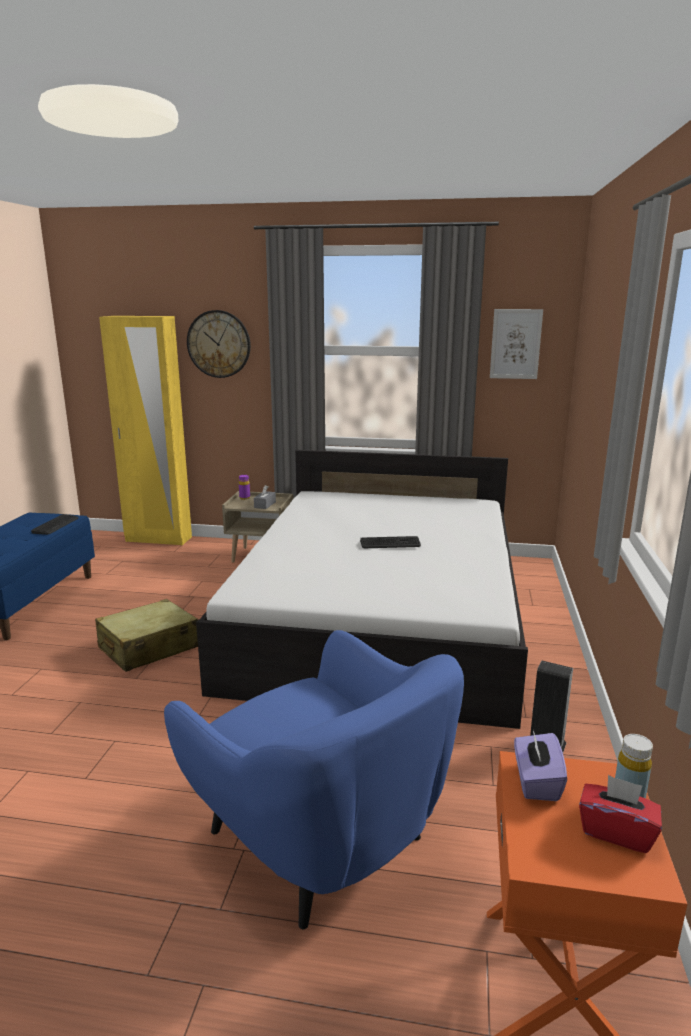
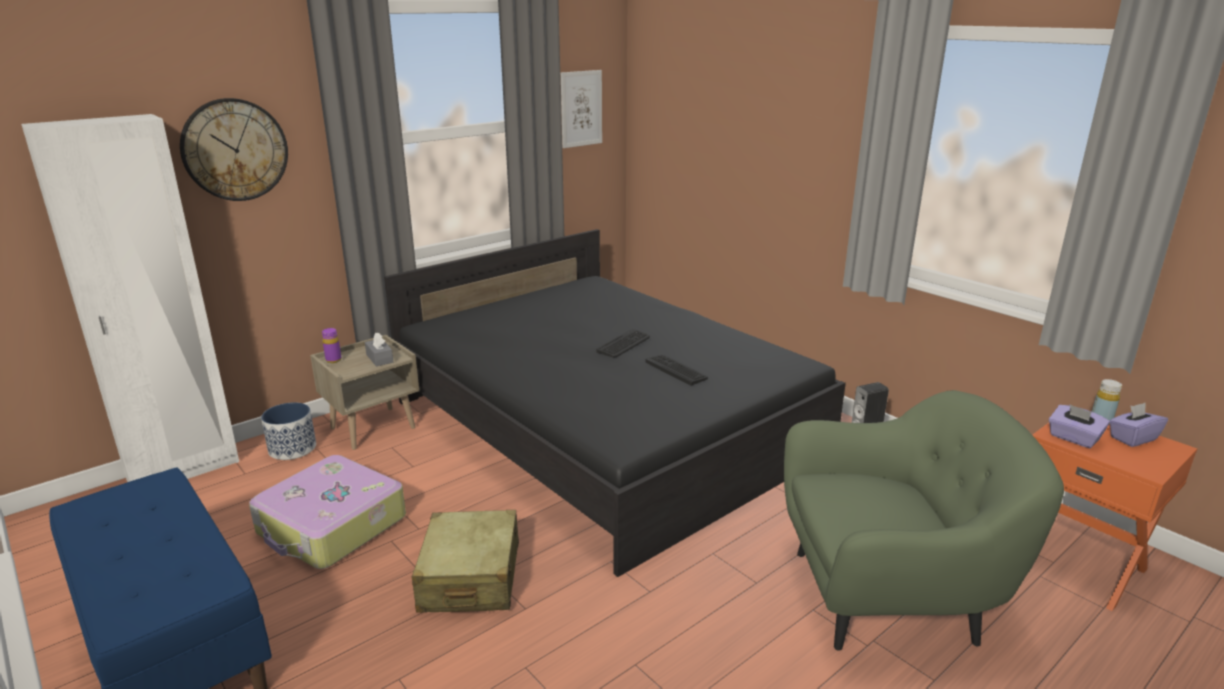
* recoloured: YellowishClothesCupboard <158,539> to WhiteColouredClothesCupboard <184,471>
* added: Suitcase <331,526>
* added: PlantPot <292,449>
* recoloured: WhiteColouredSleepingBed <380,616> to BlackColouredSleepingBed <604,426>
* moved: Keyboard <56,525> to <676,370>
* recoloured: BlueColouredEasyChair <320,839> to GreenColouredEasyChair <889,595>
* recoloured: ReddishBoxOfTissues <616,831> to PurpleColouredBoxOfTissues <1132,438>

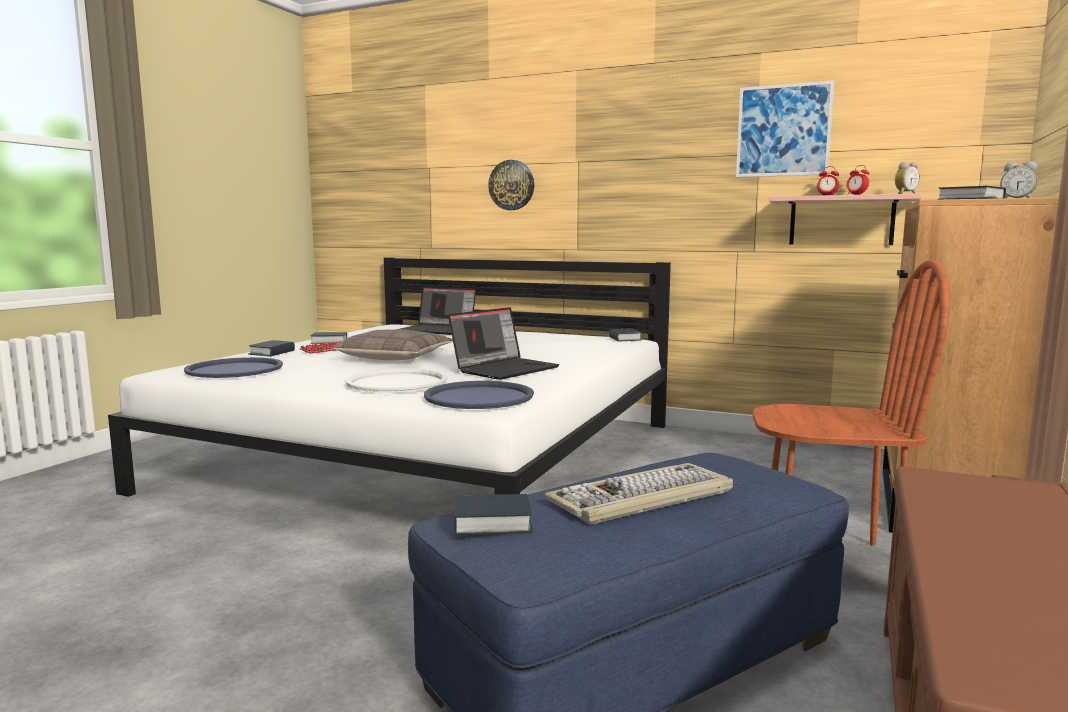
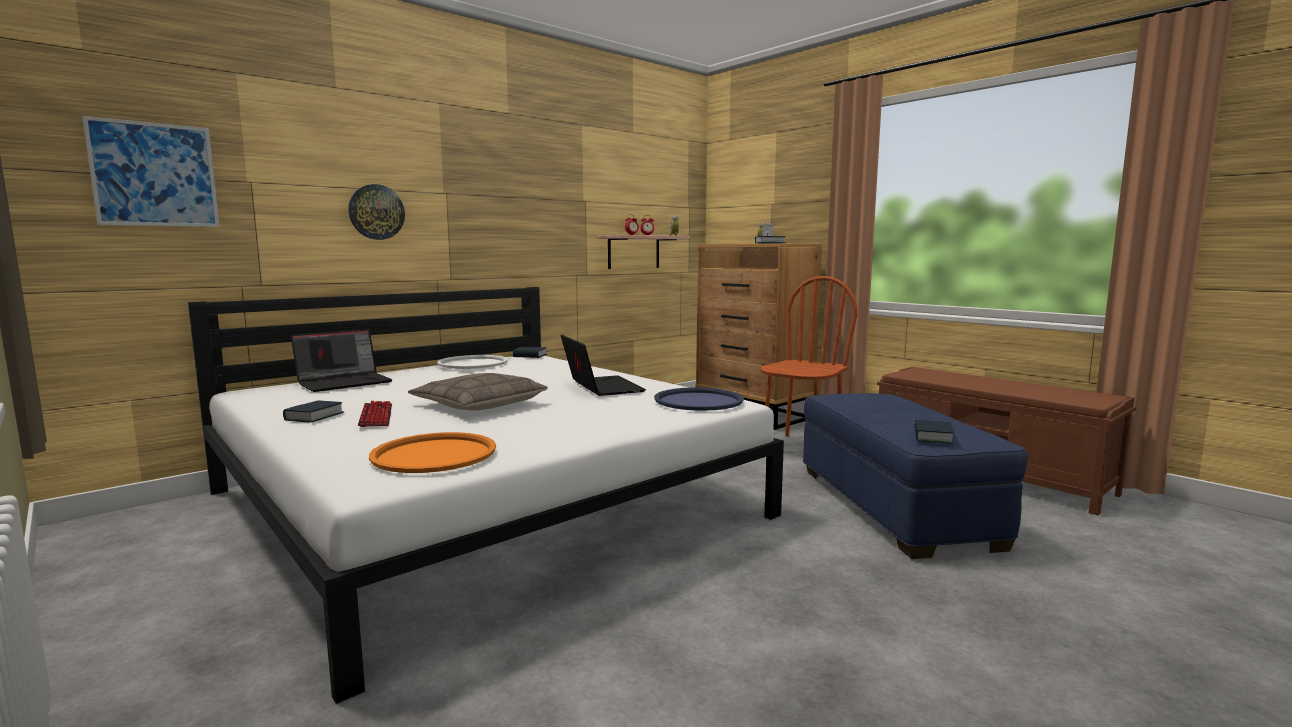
* moved: Picture <783,130> to <154,174>
* recoloured: BlueColouredTray <234,369> to OrangeTray <434,454>
* moved: WhiteColouredTray <397,382> to <472,363>
* removed: Volume <272,353>
* removed: Keyboard <641,498>

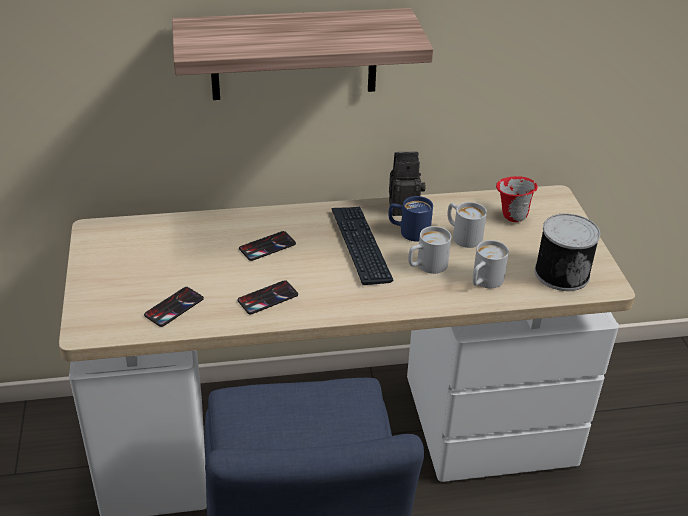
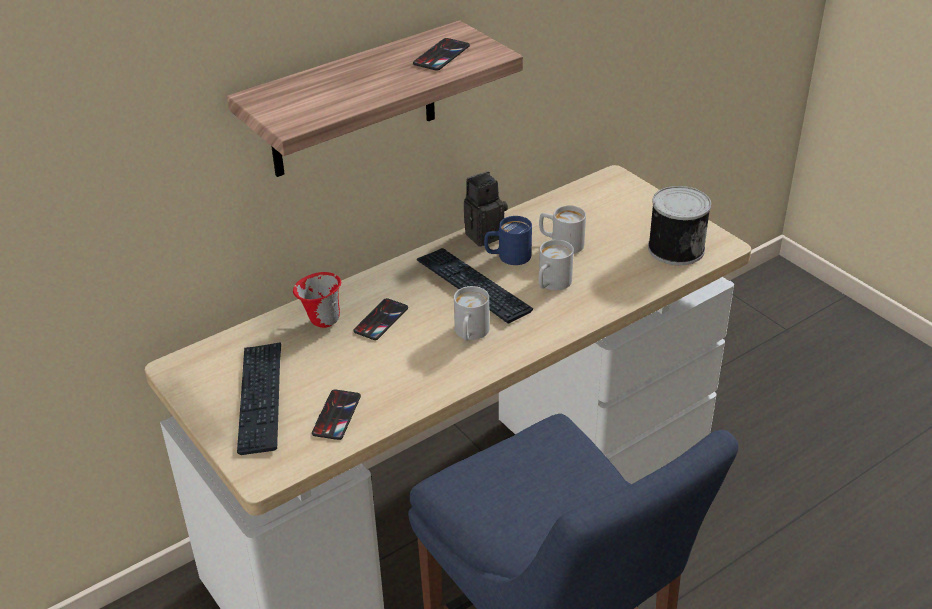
* added: Keyboard <260,398>
* moved: ReddishCoffeeMug <511,217> to <321,321>
* moved: Phone <267,298> to <441,55>
* moved: WhiteColouredCoffeeMug <484,282> to <470,334>

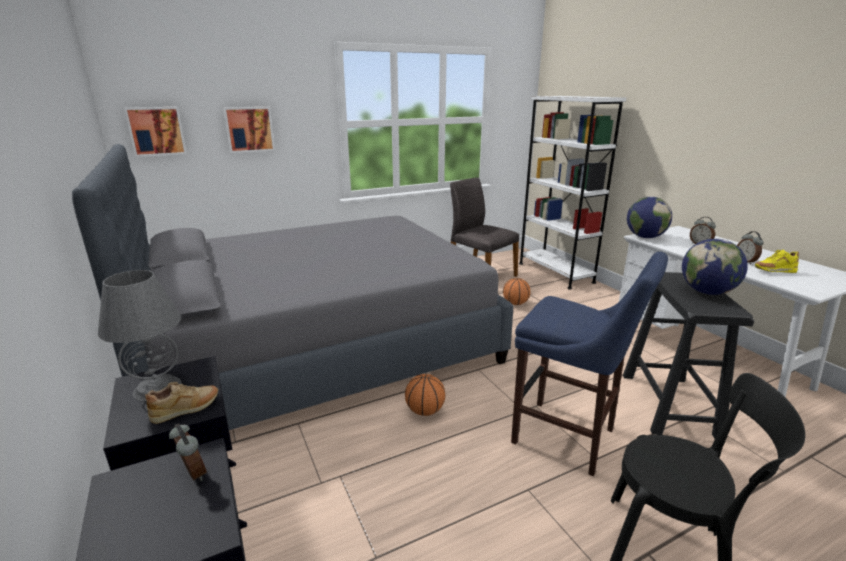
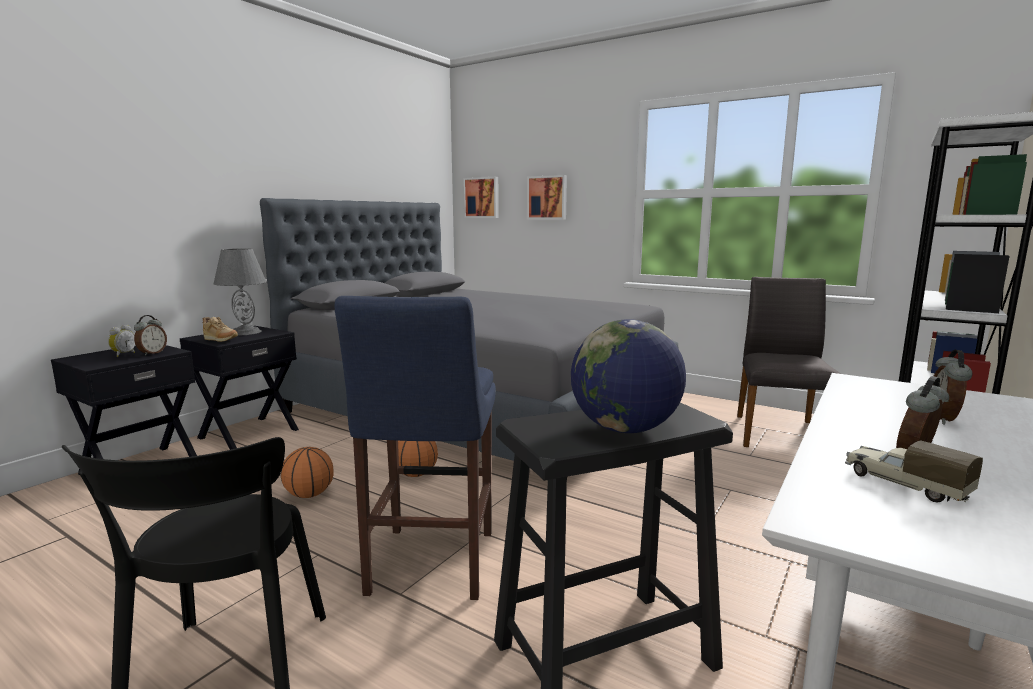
* added: BedsideClock <123,354>
* moved: Basketball <515,303> to <309,495>
* replaced: YellowishLowShoe <773,271> to ToyLorry <903,484>
* removed: Globe <645,237>

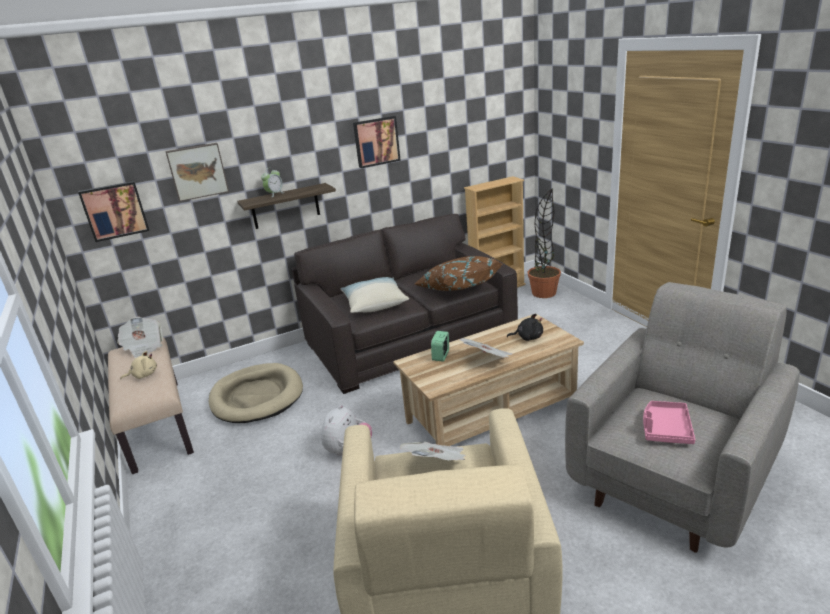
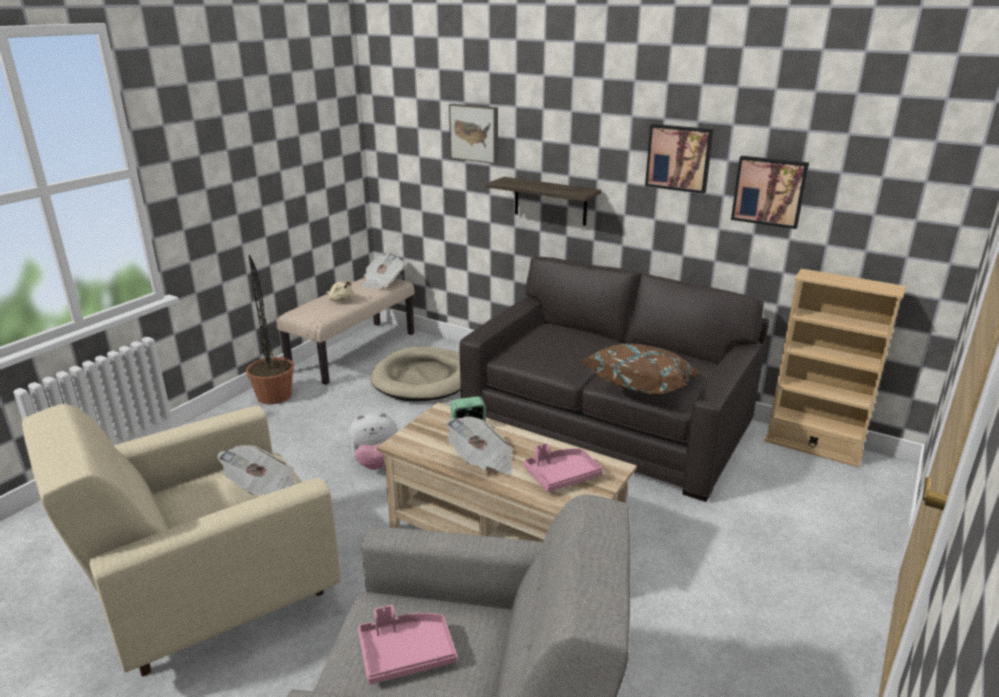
* moved: PlantInAPot <544,293> to <274,396>
* replaced: BlackColouredSoftToy <528,337> to PinkColouredTray <561,476>
* moved: Picture <114,210> to <769,191>
* removed: BedsideClock <274,194>
* removed: ThrowPillow <374,304>

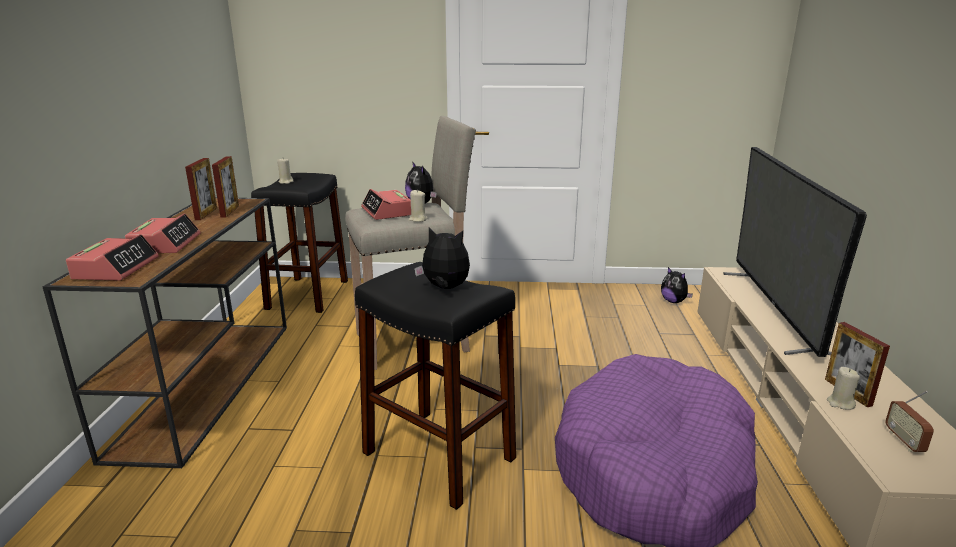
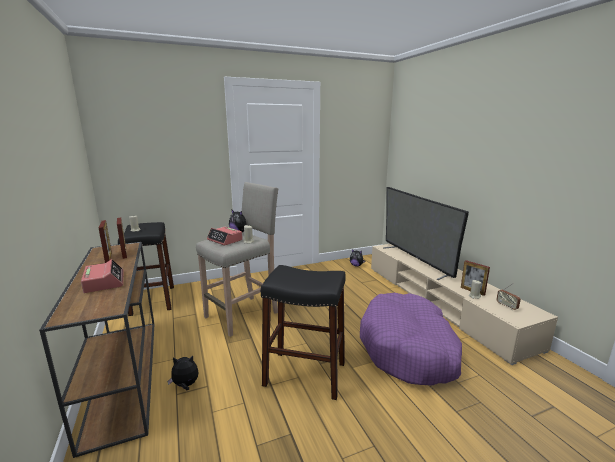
* moved: SoftToy <445,288> to <185,385>
* removed: BedsideClock <116,268>

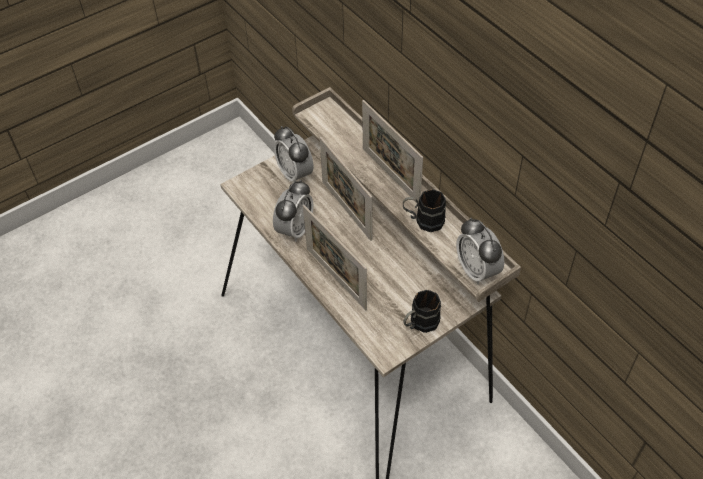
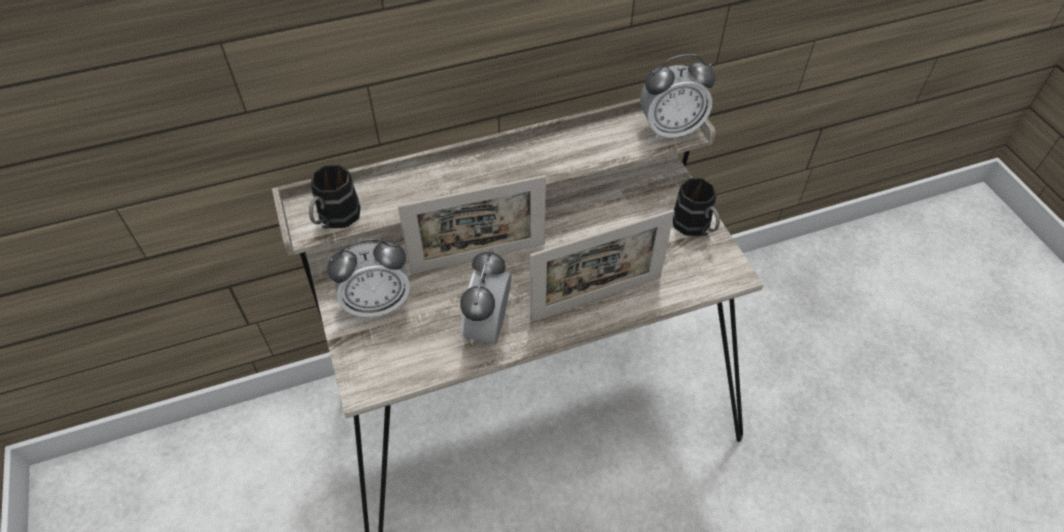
* moved: BlackColouredCoffeeMug <423,221> to <335,220>
* turned: BedsideClock <295,229> = <488,327> 120 degrees counterclockwise
* removed: PictureFrame <390,175>

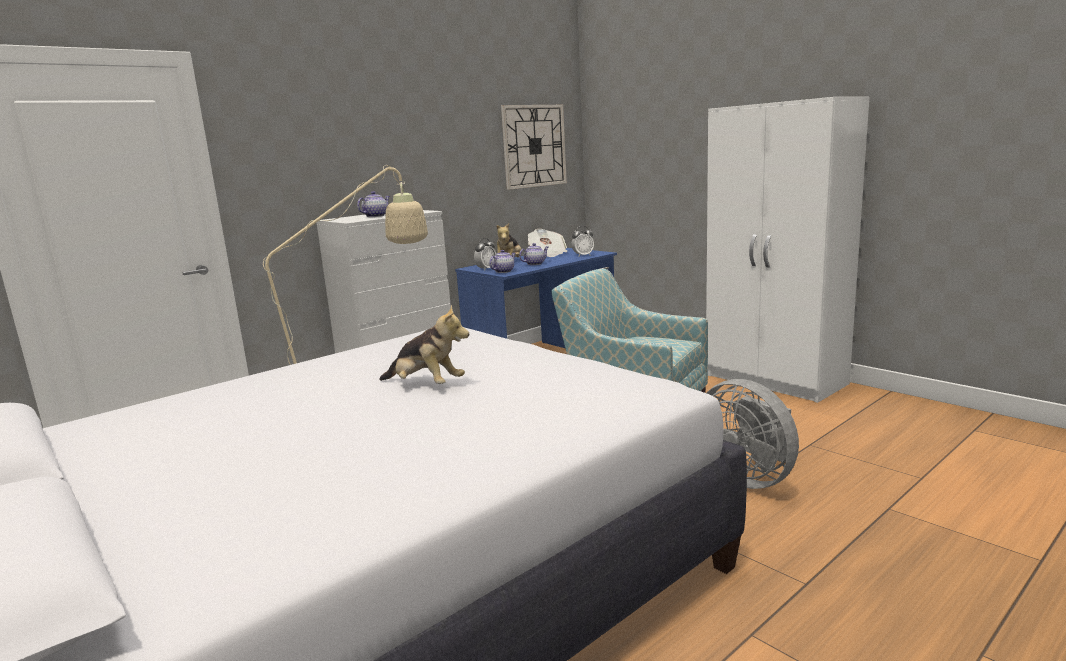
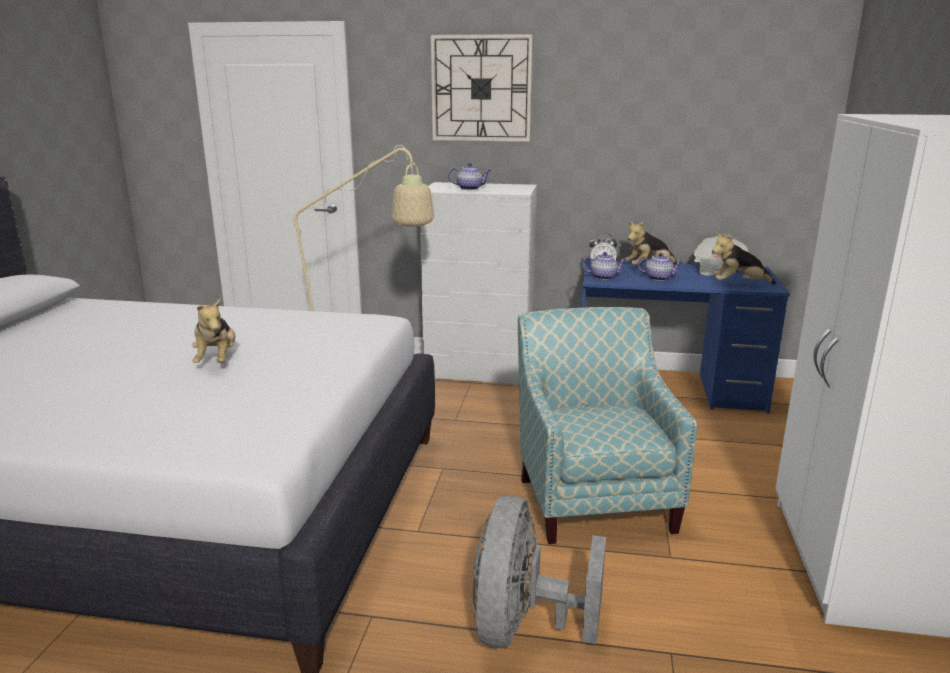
* moved: HangingClock <534,146> to <481,88>
* replaced: BedsideClock <583,255> to SoftToy <738,284>

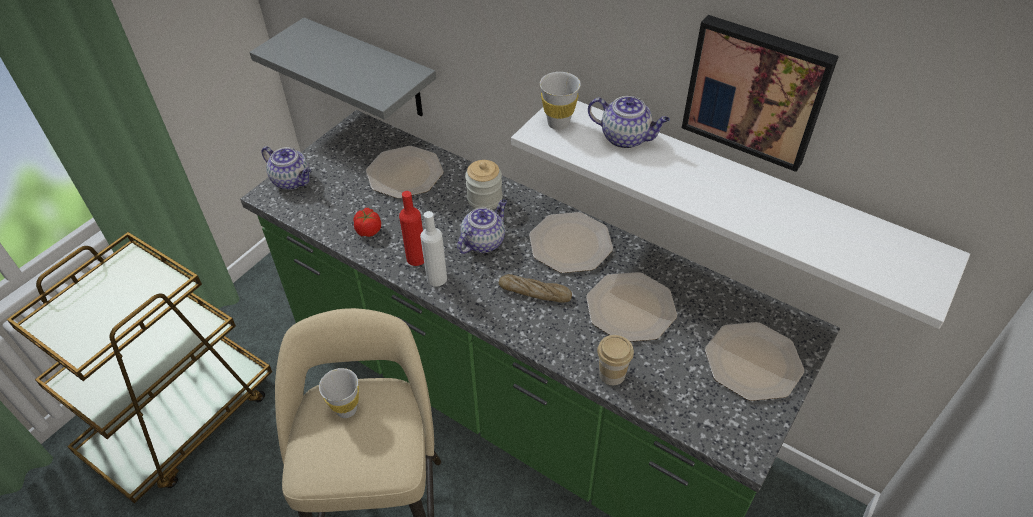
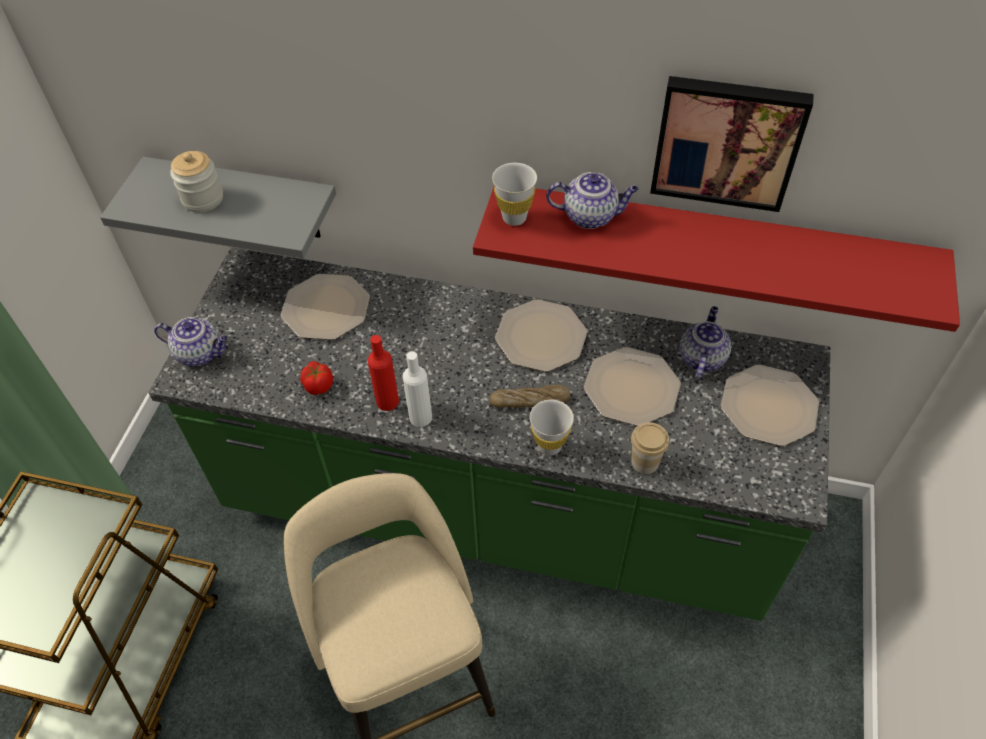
* moved: StorageJar <484,199> to <203,199>
* recoloured: WhiteColouredShelf <734,194> to ReddishShelf <708,244>
* moved: WhiteColouredDrinkingCup <346,409> to <549,446>
* moved: Teapot <483,241> to <701,357>

